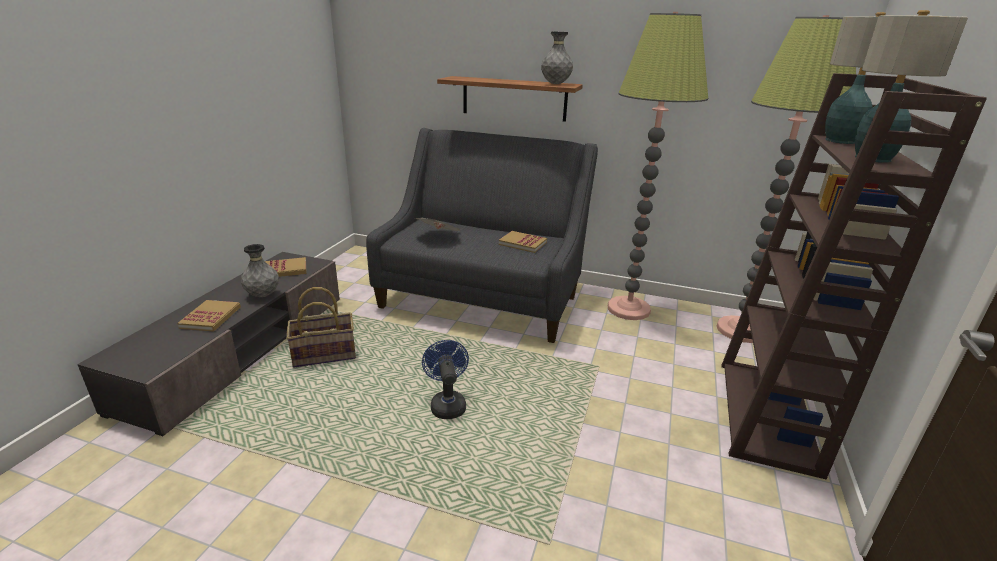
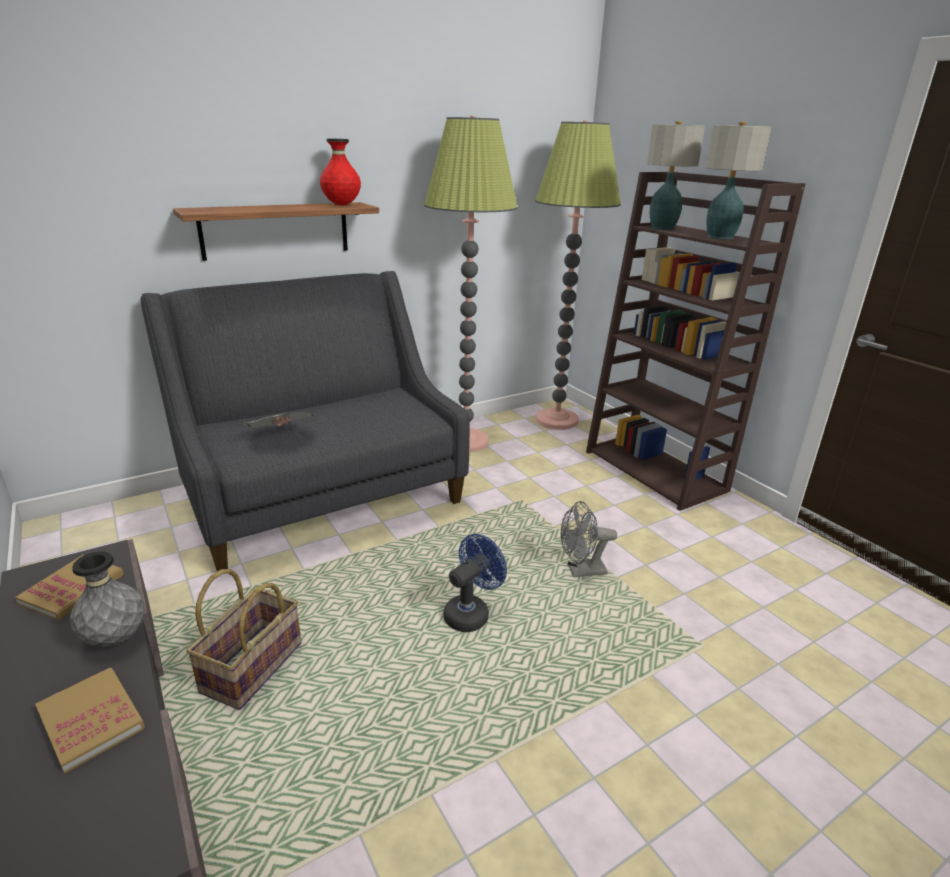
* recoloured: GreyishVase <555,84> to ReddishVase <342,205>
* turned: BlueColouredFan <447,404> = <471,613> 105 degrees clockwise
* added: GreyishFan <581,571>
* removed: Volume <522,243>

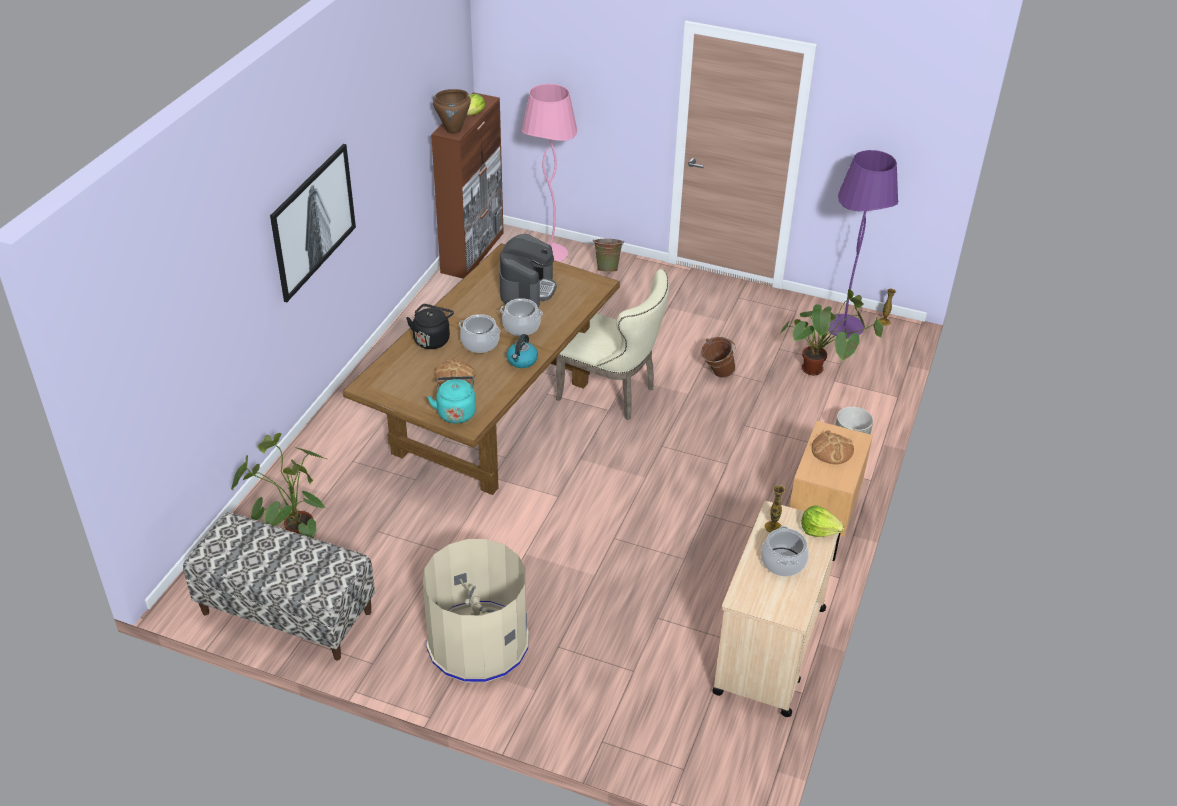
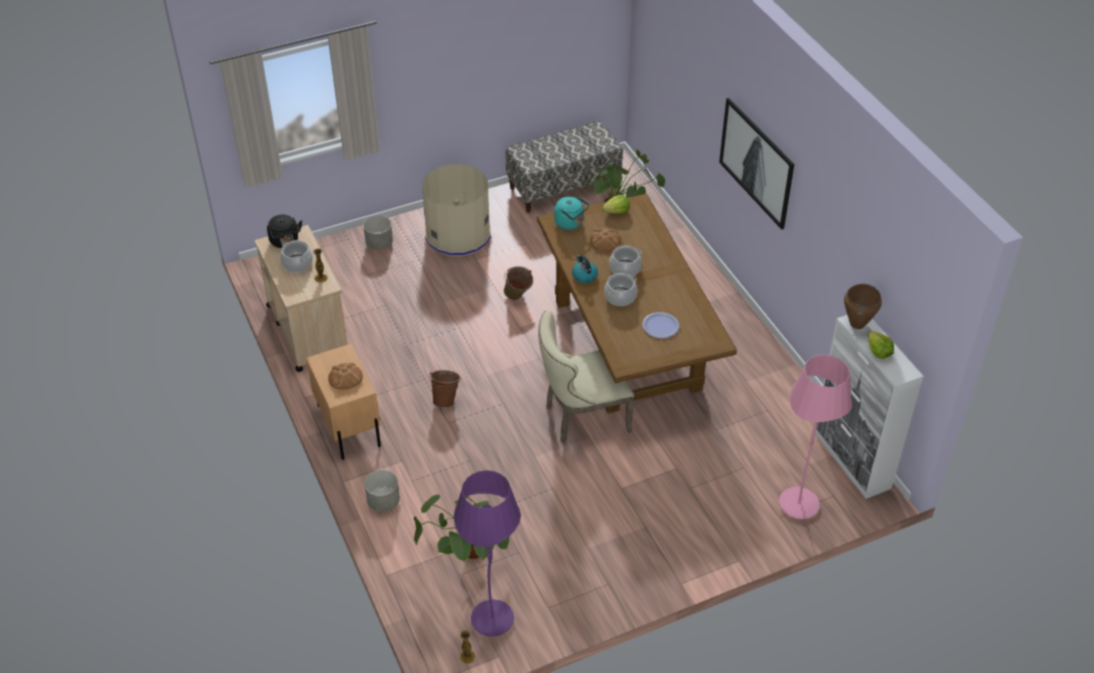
* moved: BlackColouredTeaKettle <432,339> to <285,242>
* added: GreyishPlantPot <379,244>
* moved: BrownColouredWaterBucket <716,374> to <446,399>
* moved: GreenColouredWaterBucket <607,268> to <518,298>
* moved: HeadOfLettuce <819,530> to <617,211>
* replaced: CoffeeMaker <527,288> to Plate <660,326>
* recoloured: BrownColouredCabinet <473,252> to WhiteColouredCabinet <851,460>

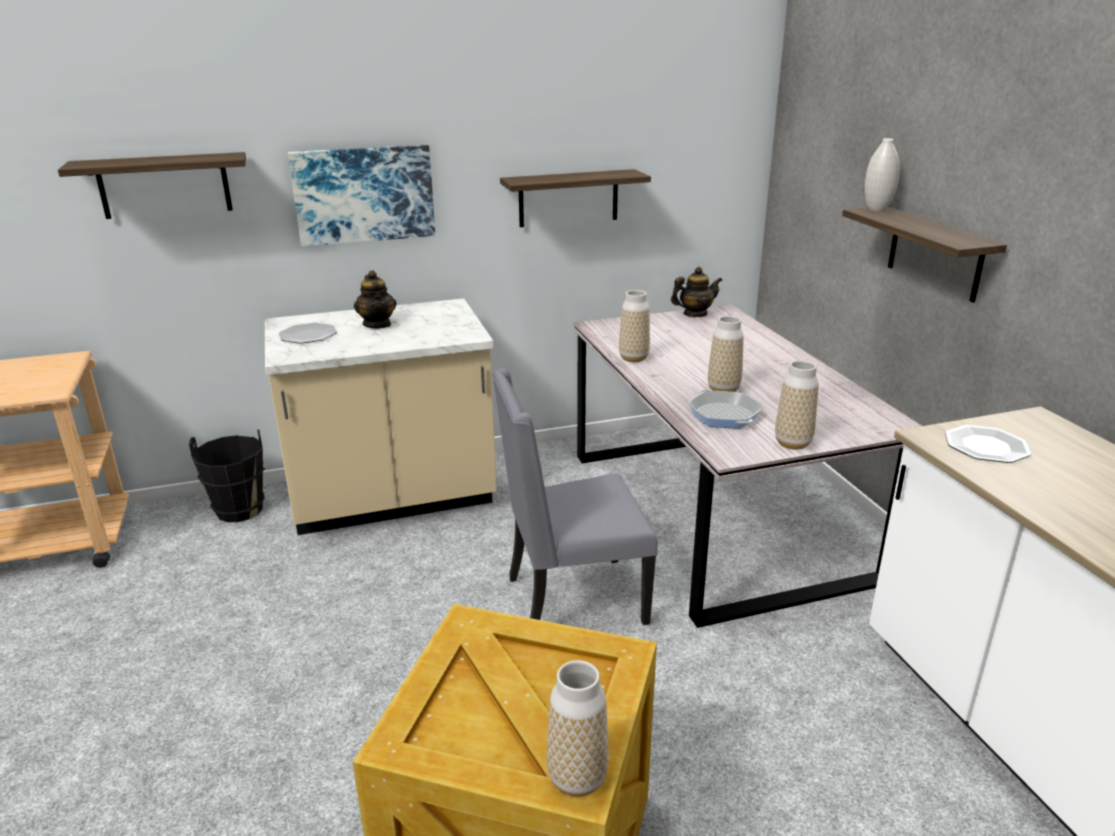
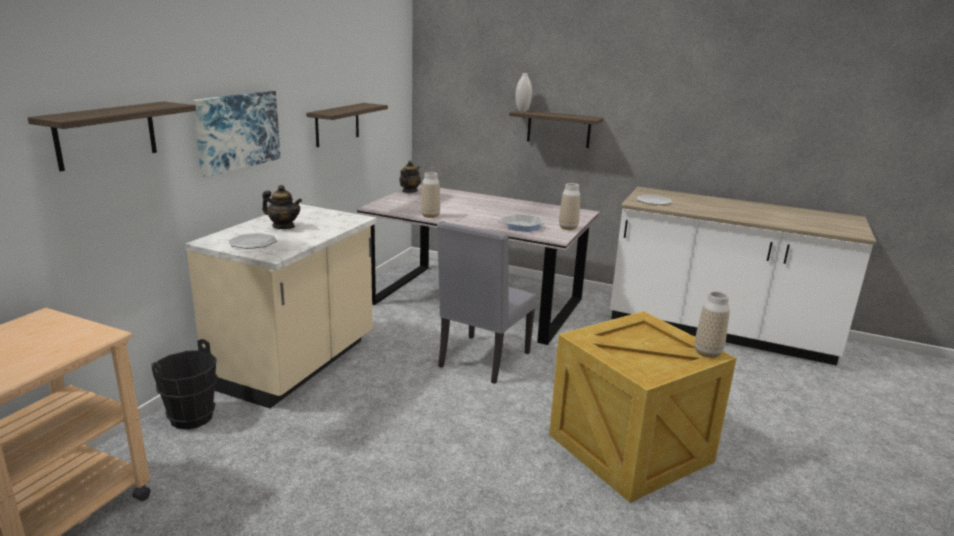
* removed: Vase <723,389>

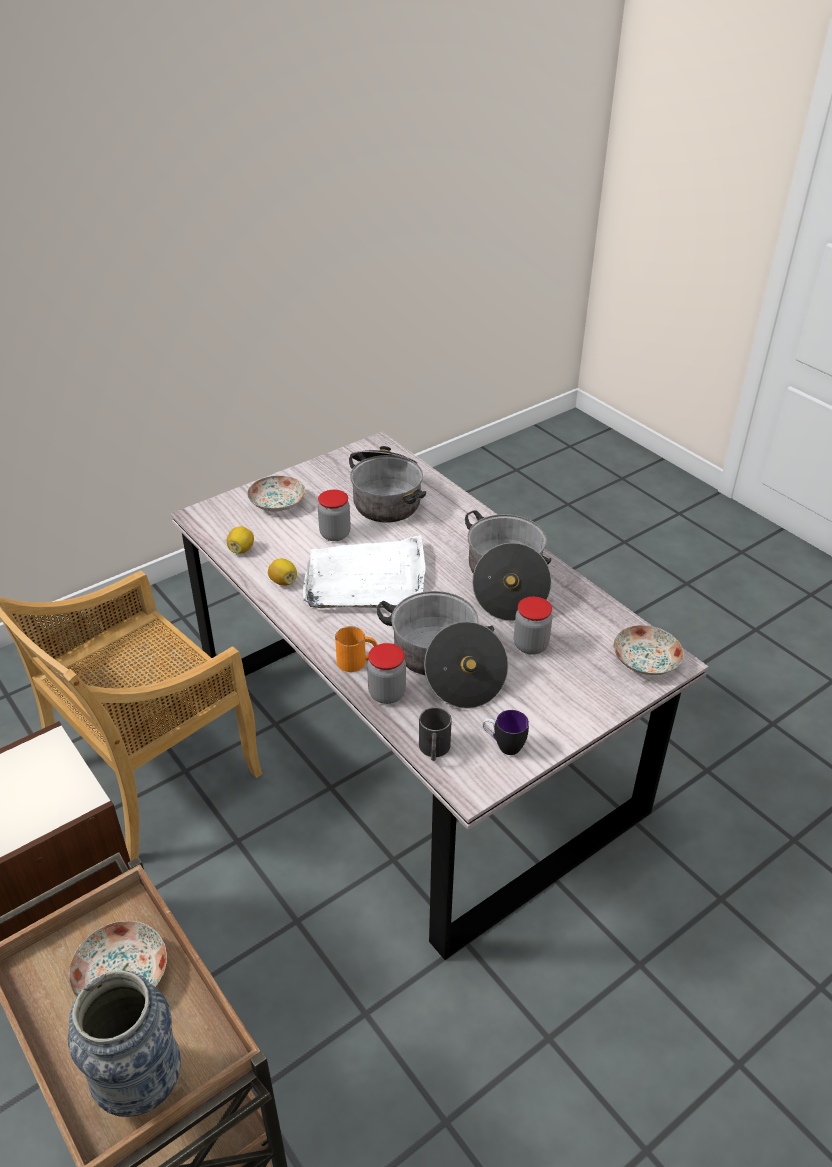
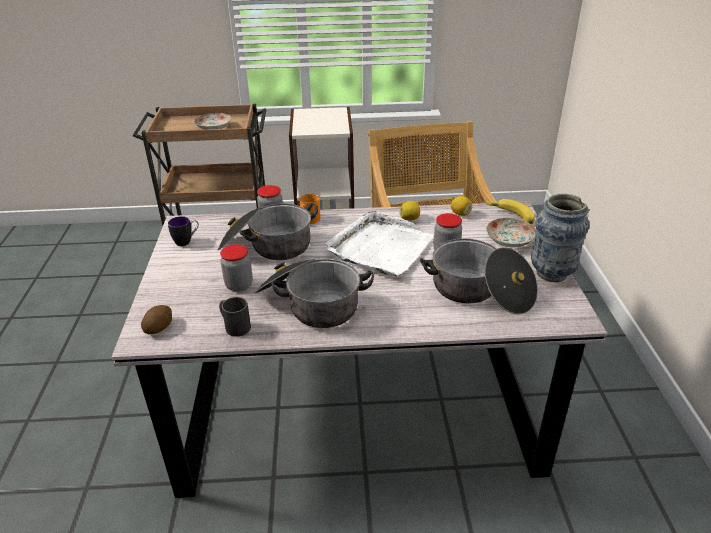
* replaced: Plate <644,661> to WholePotato <159,327>
* moved: BlackColouredCoffeeMug <434,750> to <234,326>
* added: BananaFruit <511,217>
* moved: Vase <140,1084> to <551,273>

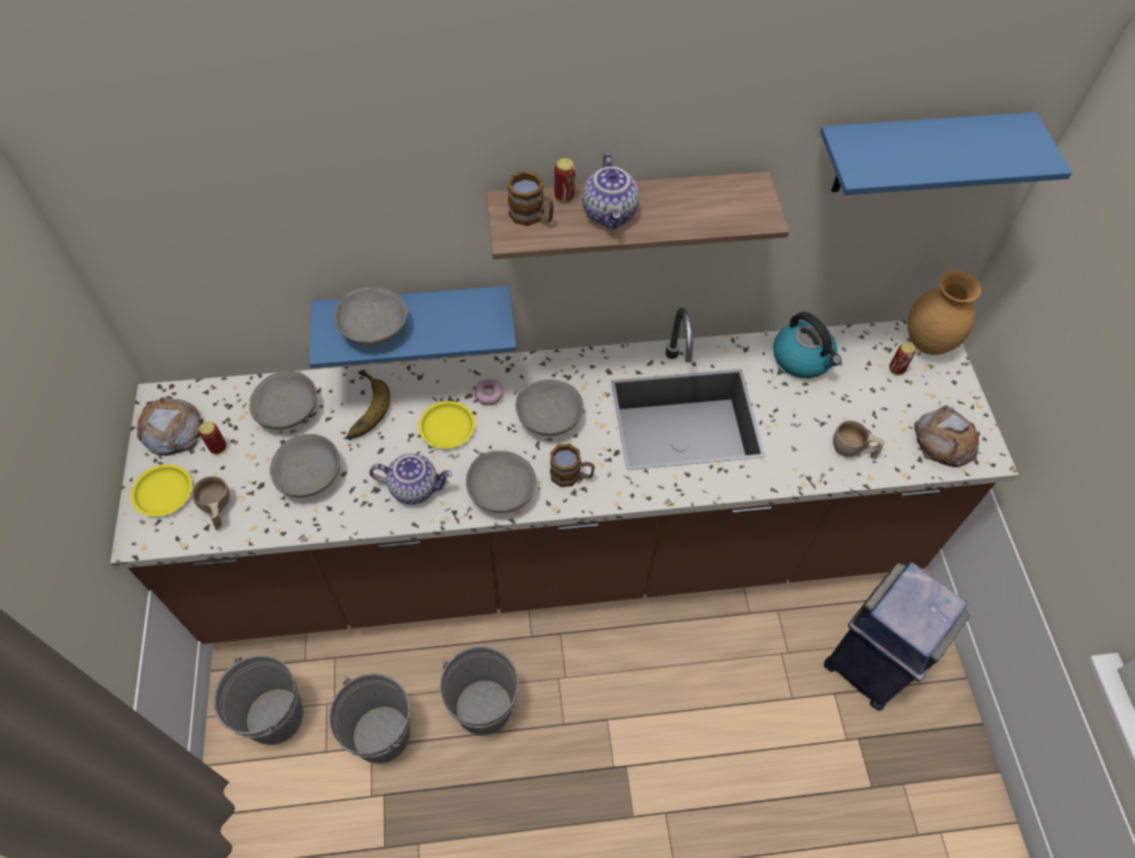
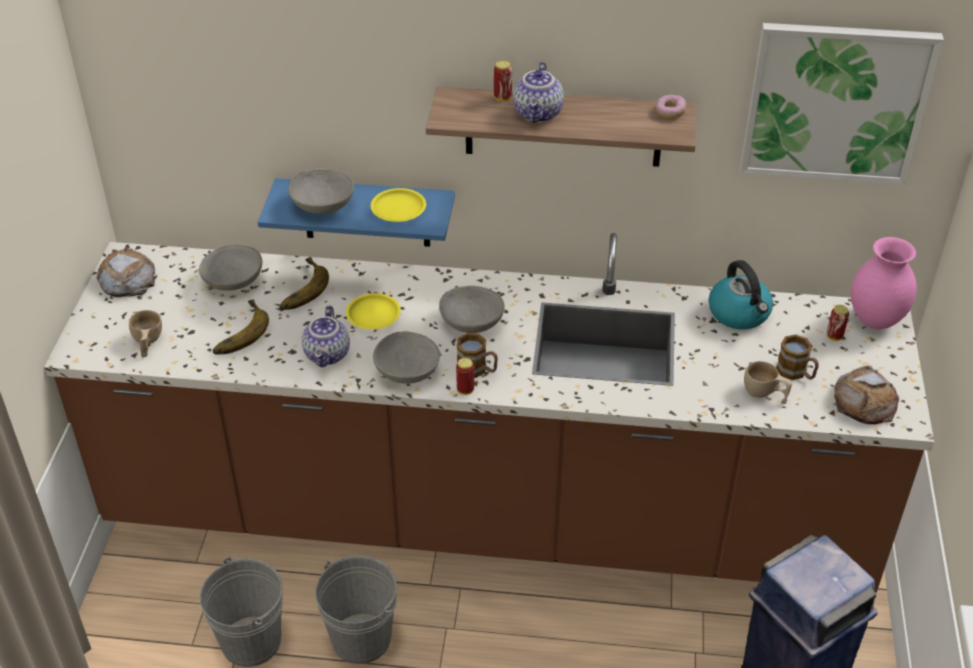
* replaced: GreyishDeepDish <310,476> to BananaFruit <237,332>
* turned: Teapot <415,487> = <328,355> 75 degrees clockwise
* moved: YellowishPlate <163,493> to <398,209>
* moved: Can <218,448> to <465,390>
* moved: Donut <489,395> to <670,112>
* replaced: BlueColouredShelf <915,153> to Picture <836,103>
* moved: CoffeeMug <532,216> to <796,373>
* recoloured: BrownColouredVase <927,344> to PinkColouredVase <875,321>
* removed: GreyishWaterBucket <275,716>

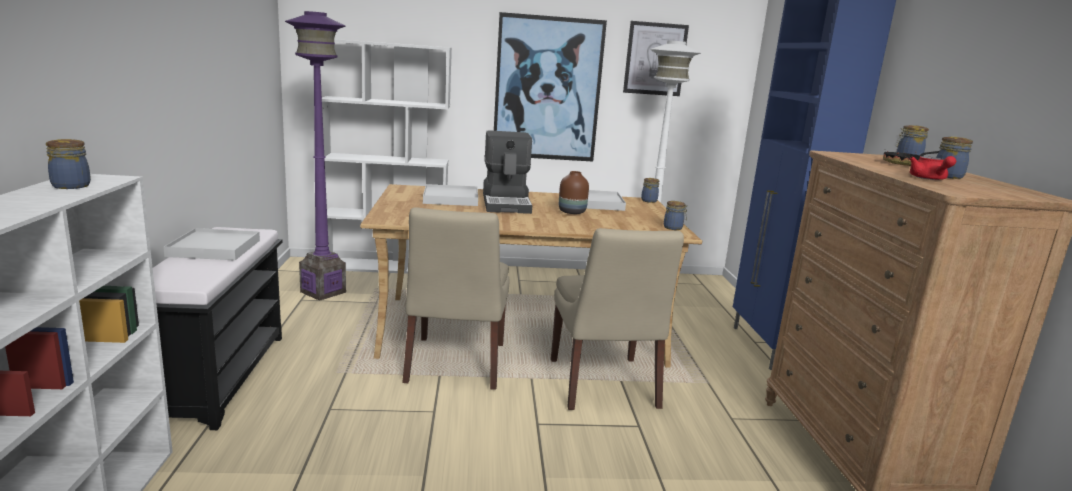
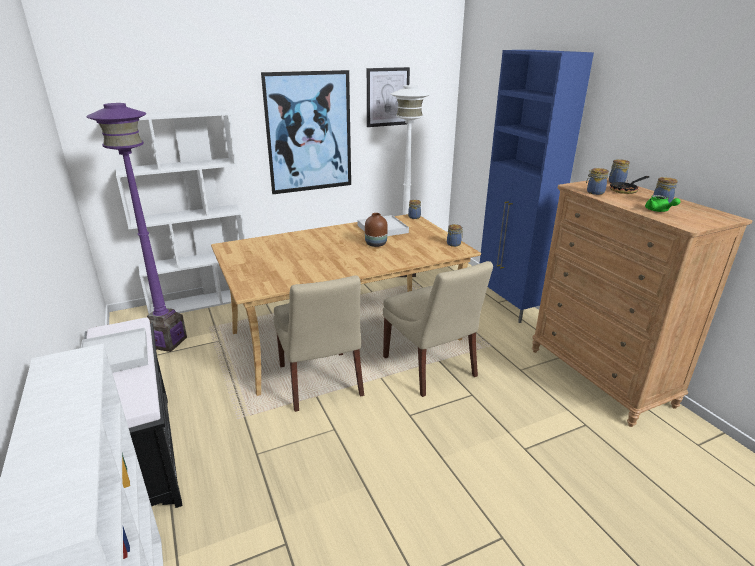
* moved: StorageJar <71,185> to <594,192>
* recoloured: ReddishTeapot <929,179> to GreenColouredTeapot <658,211>
* removed: WhiteColouredTray <451,198>
* removed: CoffeeMaker <507,203>

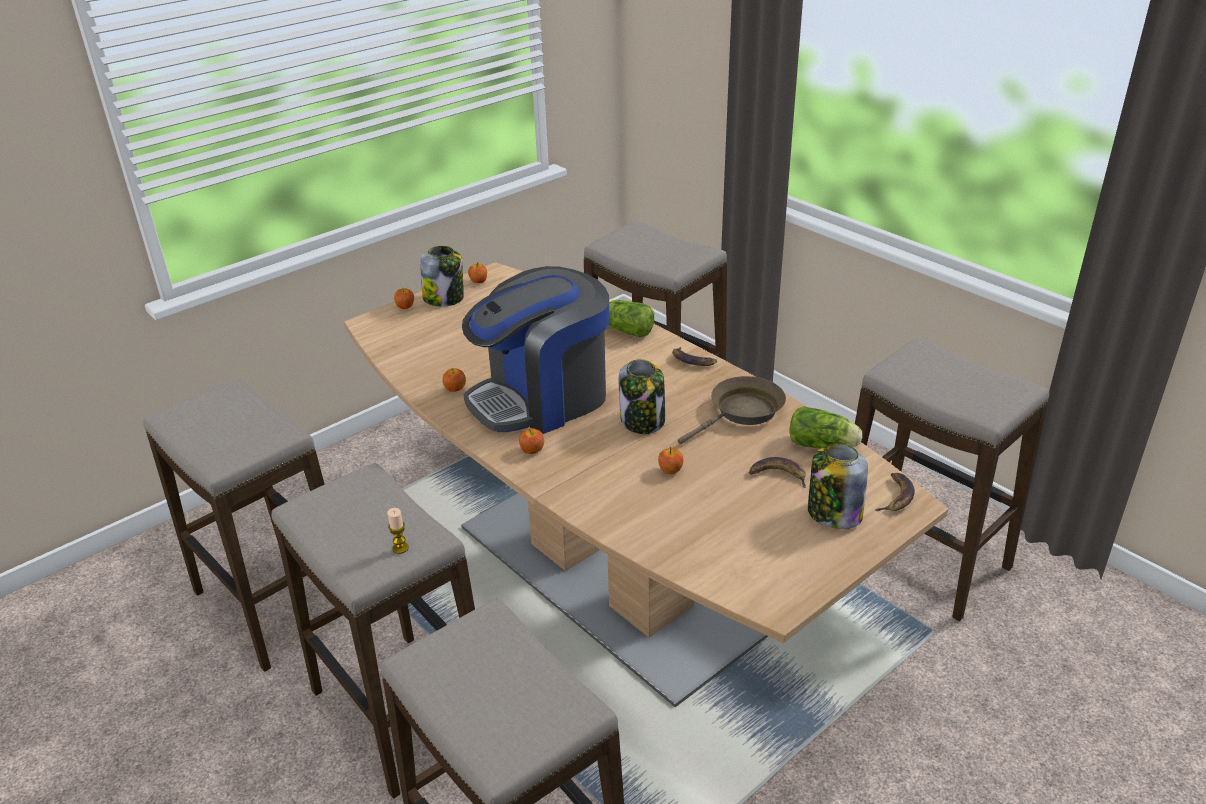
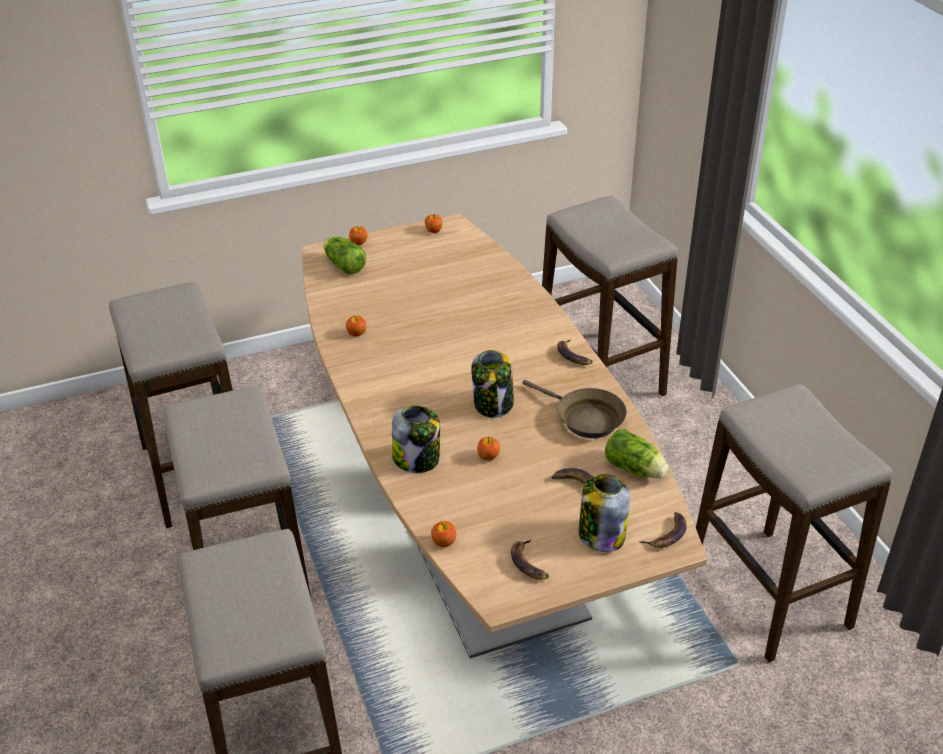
* moved: HeadOfLettuce <624,330> to <343,264>
* moved: StorageJar <444,298> to <417,459>
* moved: WholeApple <532,450> to <444,542>
* added: BananaFruit <529,563>
* turned: BrownColouredSkillet <742,412> = <584,418> 60 degrees clockwise
* removed: WaxCandle <400,548>
* removed: CoffeeMaker <542,398>

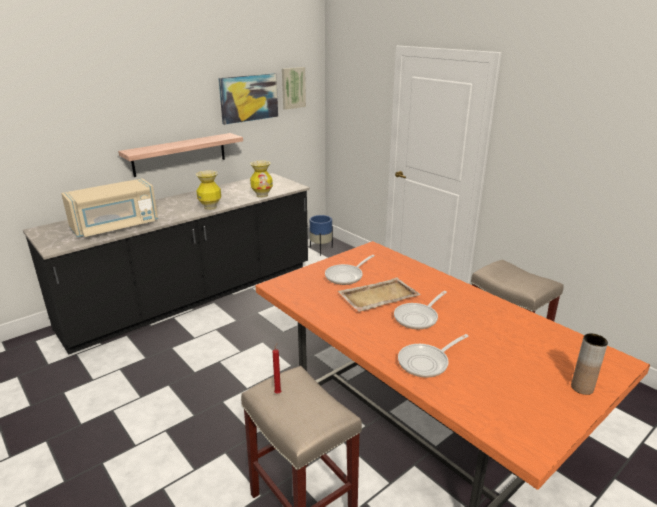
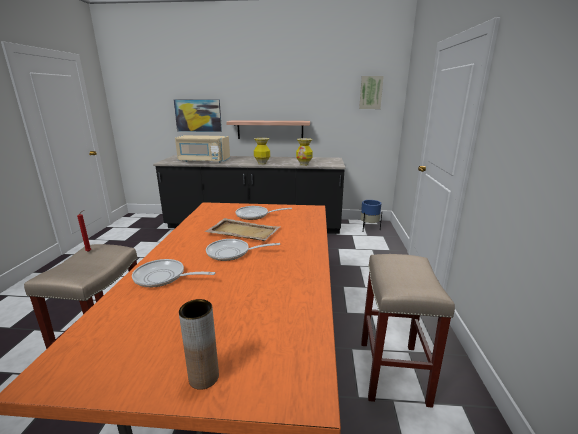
* moved: Picture <249,98> to <198,115>

